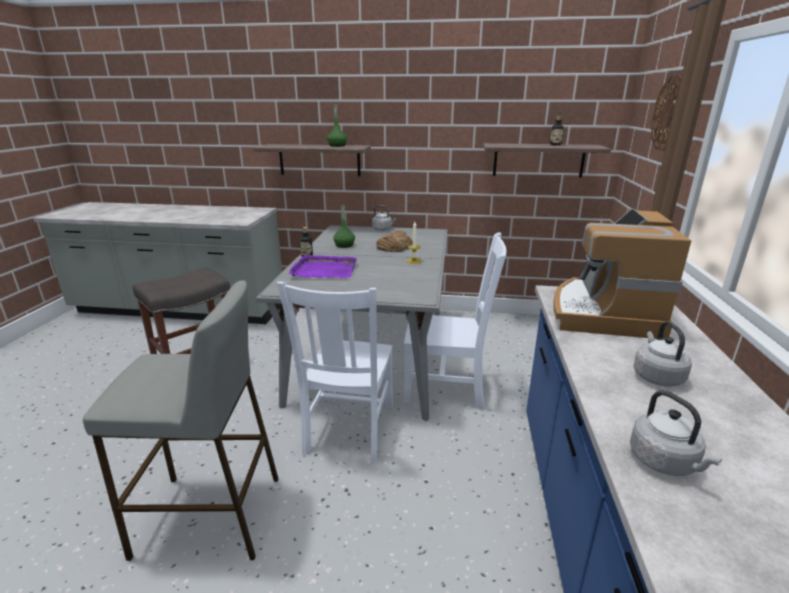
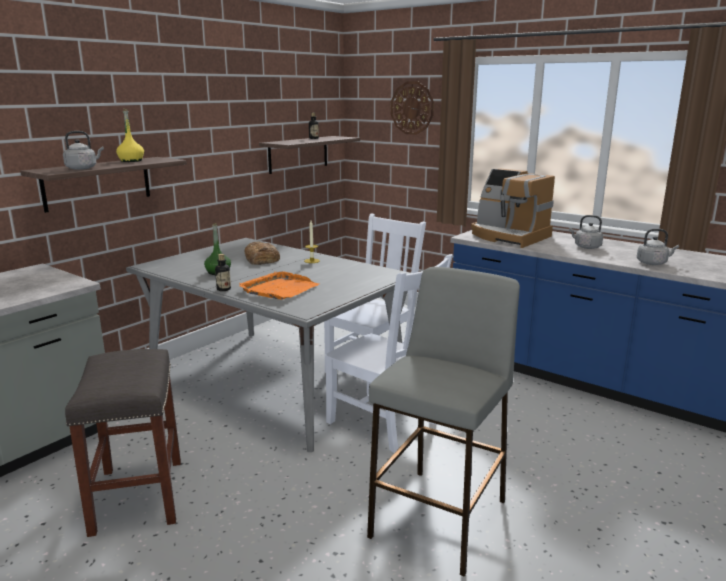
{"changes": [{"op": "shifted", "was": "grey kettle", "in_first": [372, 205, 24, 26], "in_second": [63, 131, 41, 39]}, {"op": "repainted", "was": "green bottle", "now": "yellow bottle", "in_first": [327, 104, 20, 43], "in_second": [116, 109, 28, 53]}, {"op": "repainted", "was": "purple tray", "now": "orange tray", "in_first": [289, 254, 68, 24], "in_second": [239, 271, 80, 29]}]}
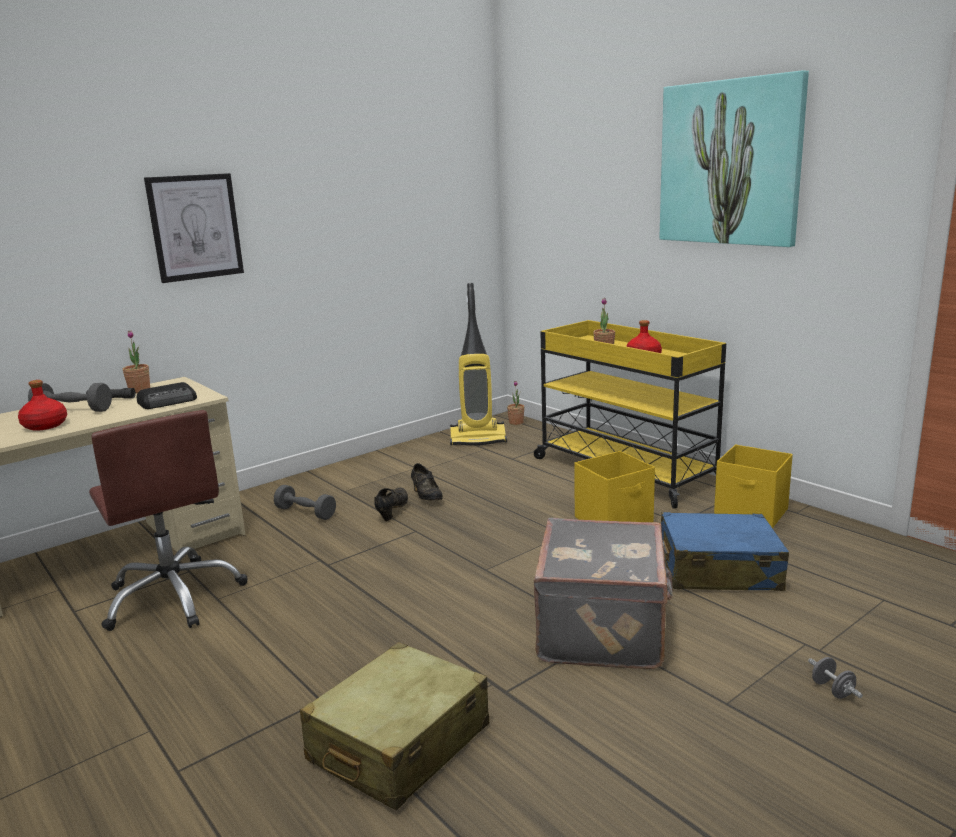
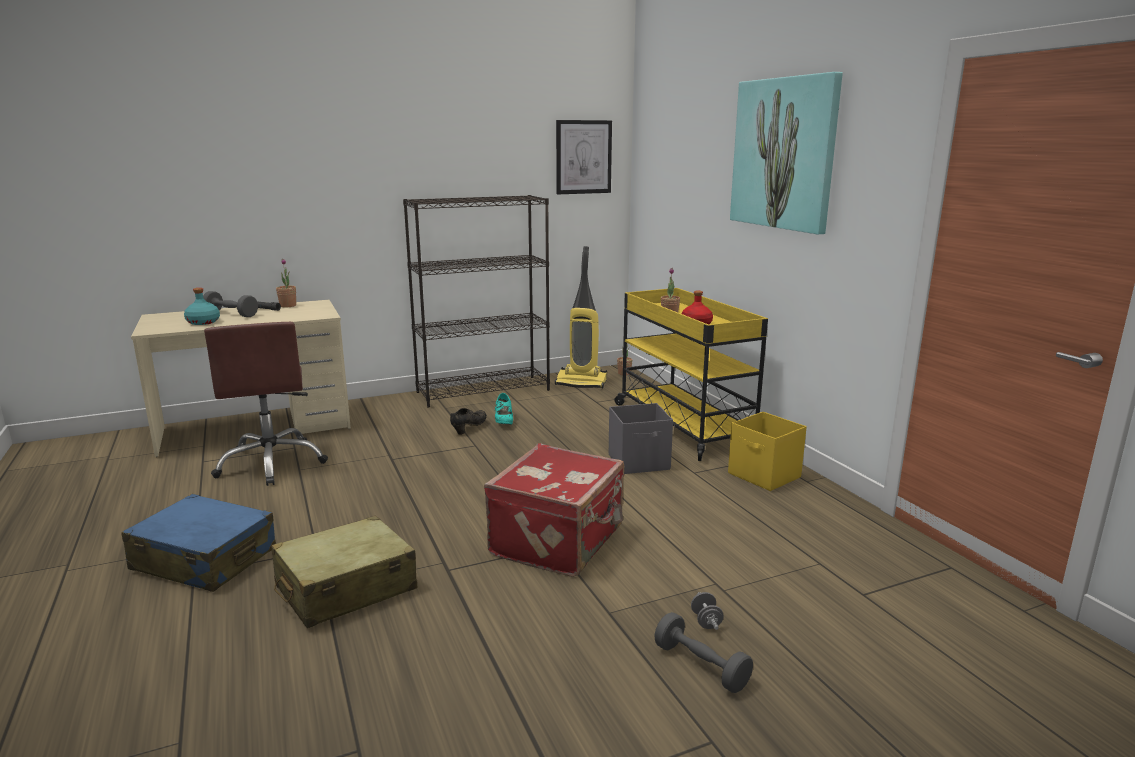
{"changes": [{"op": "shifted", "was": "blue suitcase", "in_first": [661, 512, 128, 79], "in_second": [121, 494, 155, 98]}, {"op": "repainted", "was": "red bottle", "now": "turquoise bottle", "in_first": [18, 380, 49, 51], "in_second": [184, 288, 36, 37]}, {"op": "new", "now": "black bookcase", "in_second": [403, 195, 147, 213]}, {"op": "repainted", "was": "grey suitcase", "now": "red suitcase", "in_first": [534, 518, 139, 151], "in_second": [484, 443, 140, 134]}, {"op": "repainted", "was": "black shoe", "now": "turquoise shoe", "in_first": [411, 463, 31, 37], "in_second": [495, 393, 18, 32]}, {"op": "shifted", "was": "picture", "in_first": [144, 173, 100, 110], "in_second": [556, 120, 56, 74]}, {"op": "repainted", "was": "yellow storage box", "now": "grey storage box", "in_first": [574, 451, 81, 71], "in_second": [609, 403, 64, 71]}, {"op": "shifted", "was": "grey dumbbell", "in_first": [274, 485, 62, 35], "in_second": [654, 612, 99, 81]}, {"op": "gone", "was": "radio", "in_first": [137, 382, 60, 27]}]}
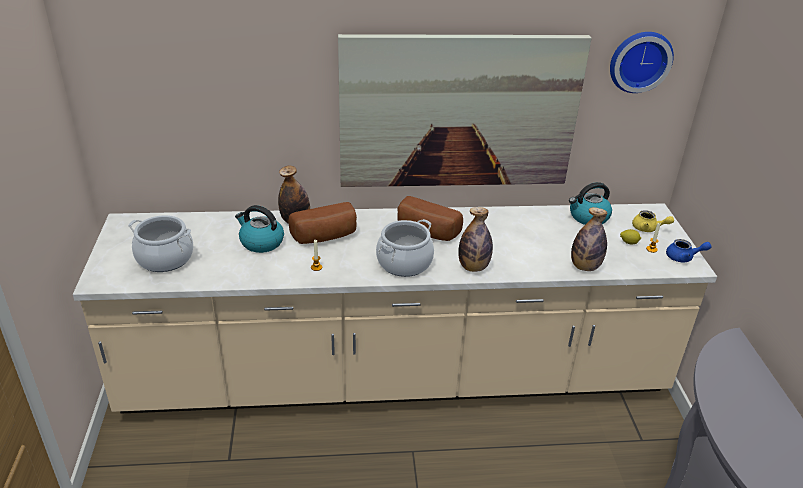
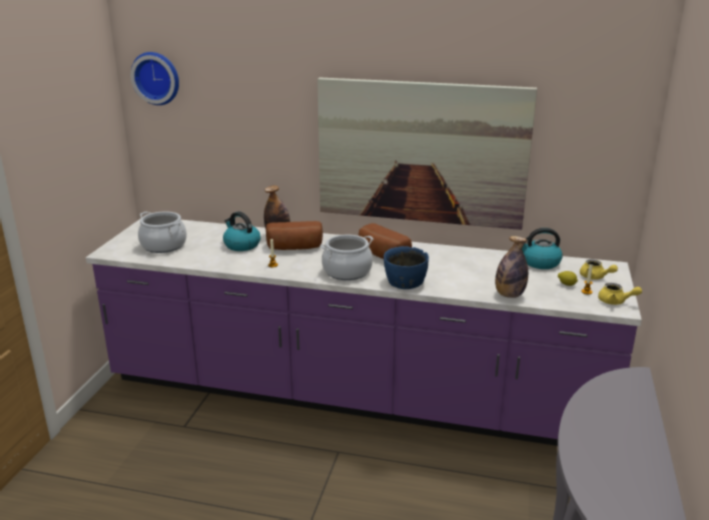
{"changes": [{"op": "repainted", "was": "beige counter", "now": "purple counter", "in_first": [73, 203, 644, 211], "in_second": [86, 219, 556, 227]}, {"op": "shifted", "was": "wall clock", "in_first": [610, 32, 64, 61], "in_second": [131, 52, 48, 53]}, {"op": "swapped", "was": "bottle", "now": "blue bowl", "in_first": [458, 207, 35, 65], "in_second": [384, 246, 45, 43]}, {"op": "repainted", "was": "blue teapot", "now": "yellow teapot", "in_first": [666, 239, 46, 23], "in_second": [598, 283, 44, 22]}]}
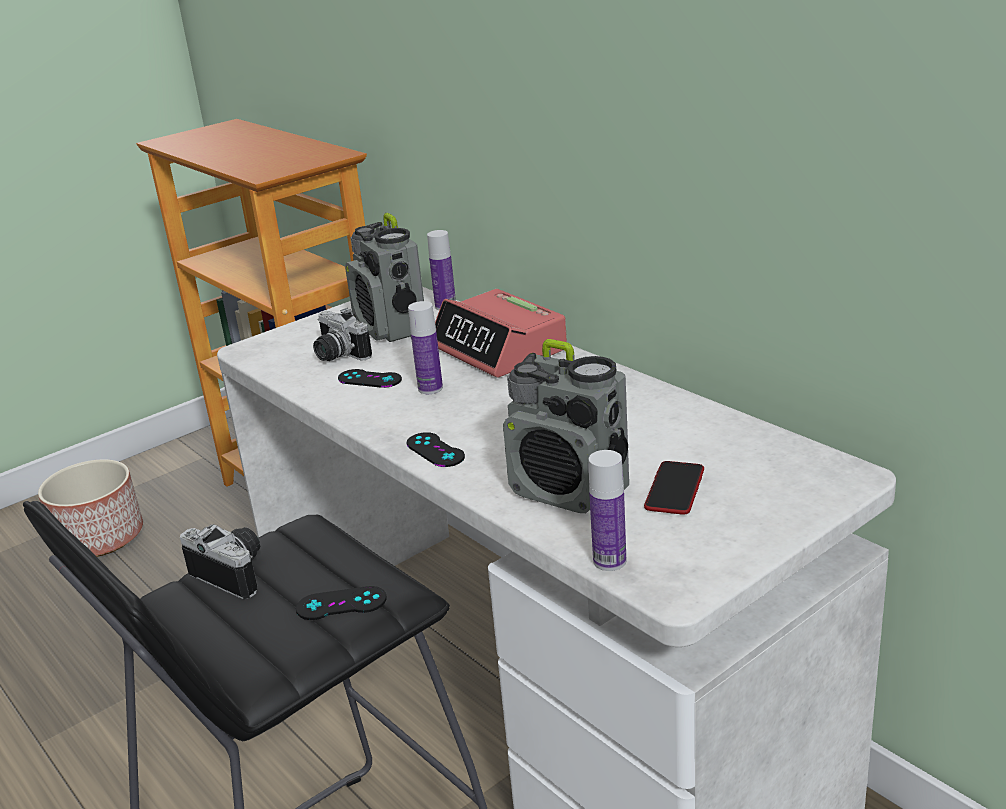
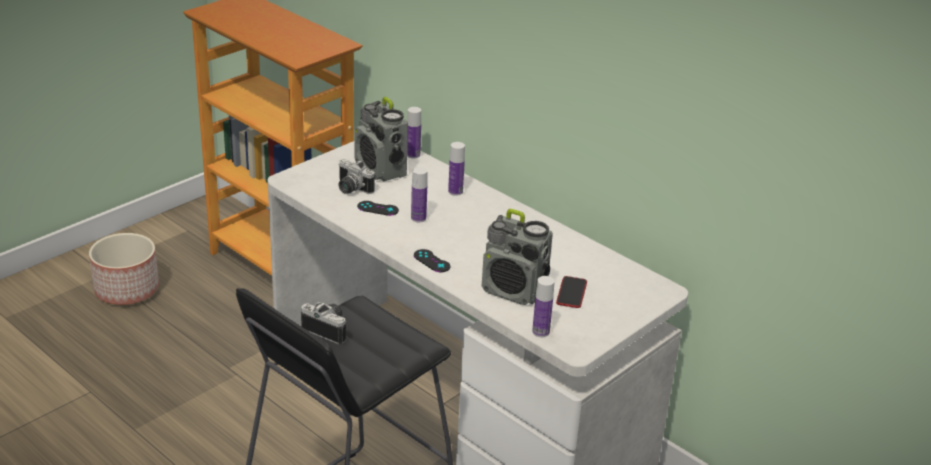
{"changes": [{"op": "swapped", "was": "alarm clock", "now": "bottle", "in_first": [435, 289, 132, 89], "in_second": [448, 142, 17, 54]}, {"op": "gone", "was": "black game controller", "in_first": [296, 586, 91, 34]}]}
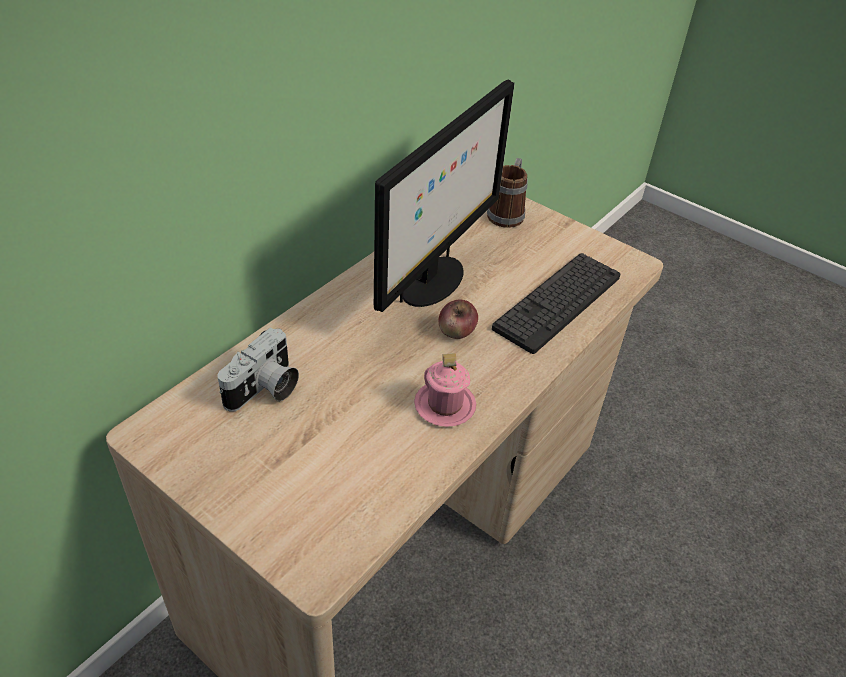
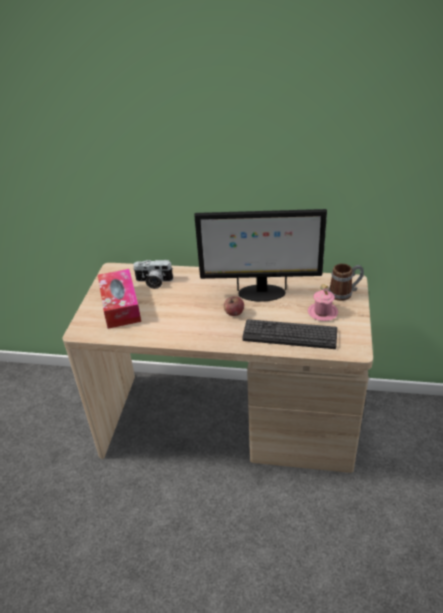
{"changes": [{"op": "new", "now": "tissue box", "in_second": [98, 269, 43, 60]}, {"op": "shifted", "was": "pink mug", "in_first": [414, 353, 62, 74], "in_second": [308, 284, 30, 37]}]}
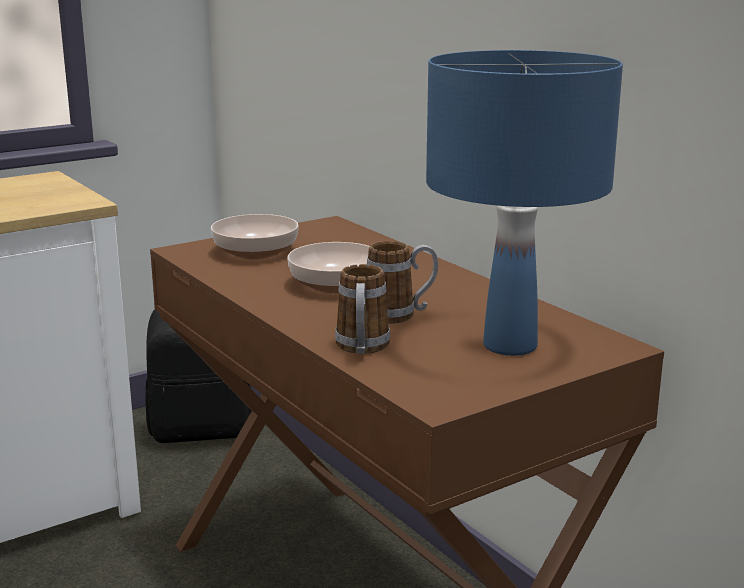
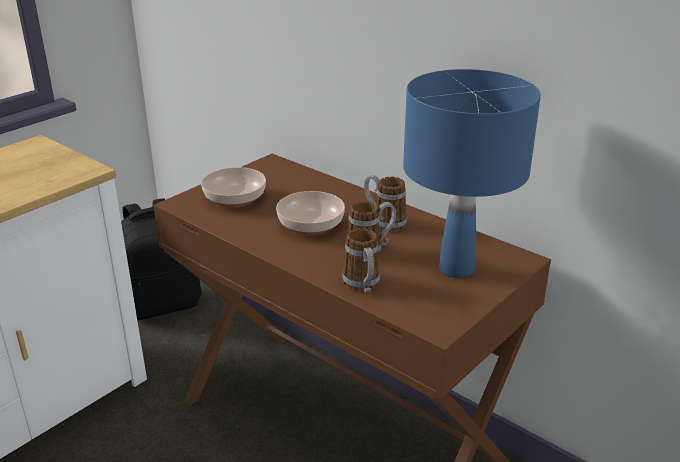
{"changes": [{"op": "new", "now": "mug", "in_second": [364, 175, 43, 57]}]}
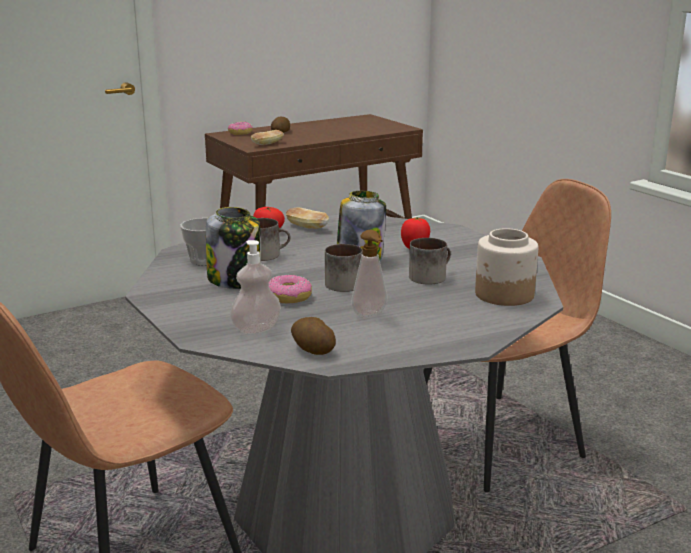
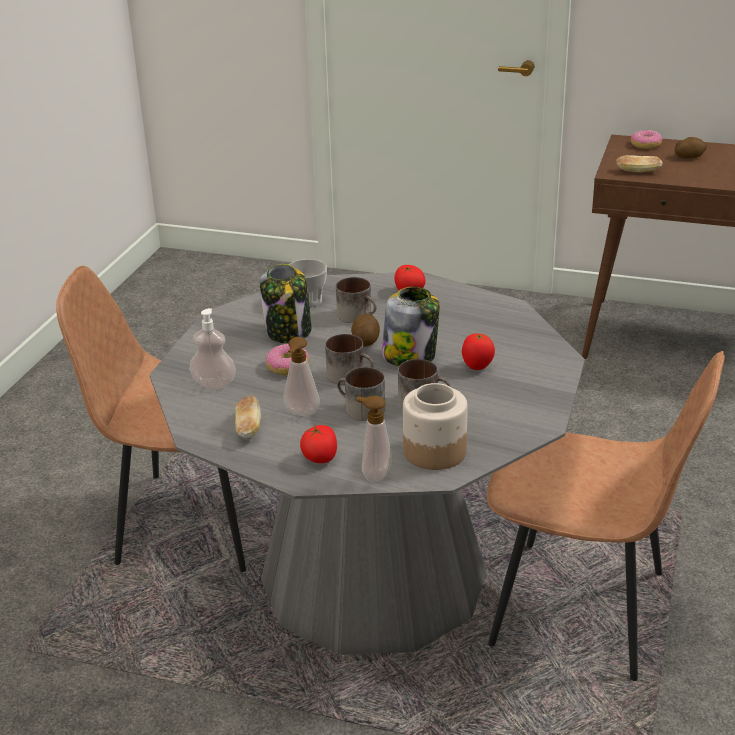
{"changes": [{"op": "shifted", "was": "bread", "in_first": [286, 207, 43, 21], "in_second": [235, 396, 26, 43]}, {"op": "new", "now": "tomato", "in_second": [300, 425, 37, 38]}, {"op": "new", "now": "mug", "in_second": [337, 367, 48, 54]}, {"op": "shifted", "was": "potato", "in_first": [291, 317, 45, 38], "in_second": [351, 314, 29, 33]}, {"op": "new", "now": "soap dispenser", "in_second": [356, 396, 36, 86]}]}
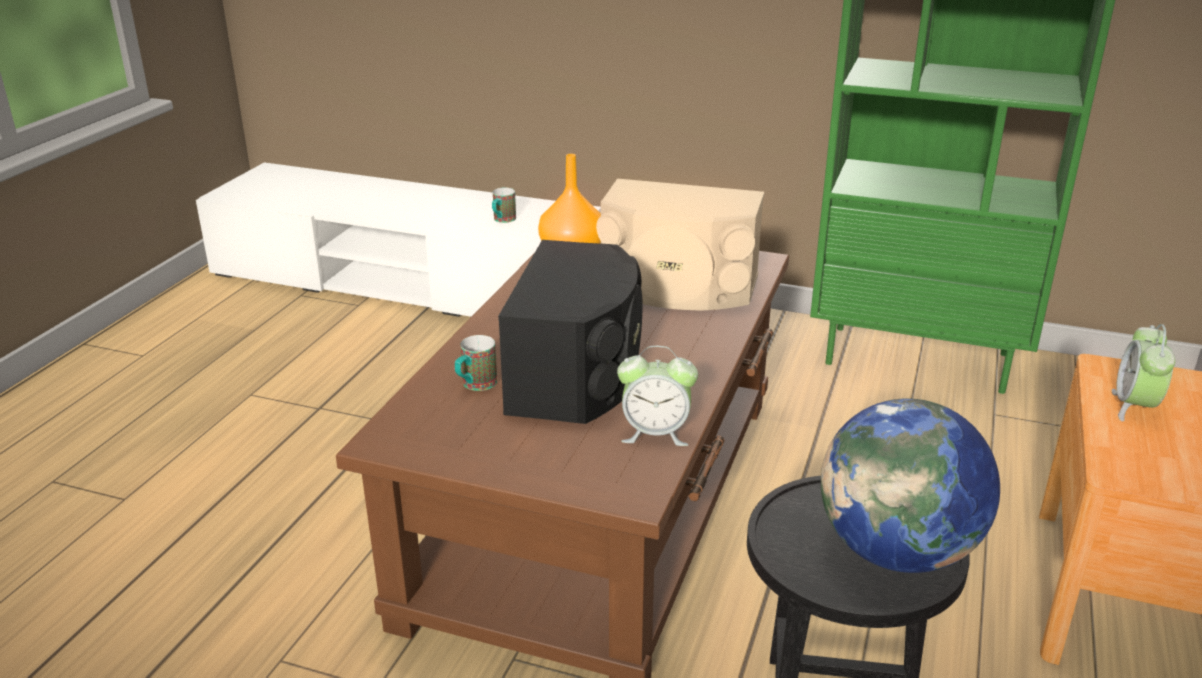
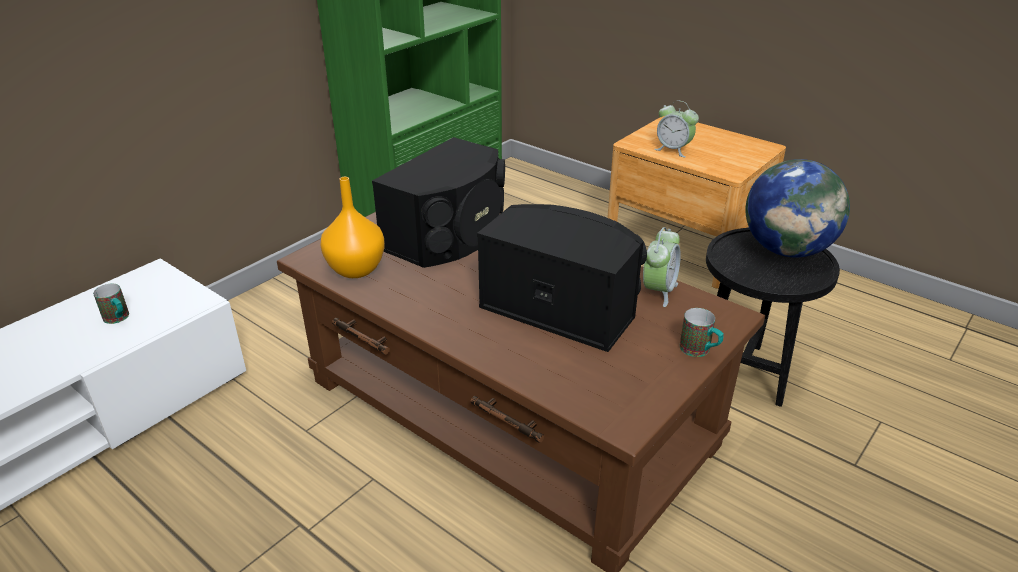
{"changes": [{"op": "repainted", "was": "beige speaker", "now": "black speaker", "in_first": [596, 179, 168, 131], "in_second": [372, 137, 133, 131]}, {"op": "shifted", "was": "mug", "in_first": [455, 335, 42, 56], "in_second": [680, 308, 44, 49]}]}
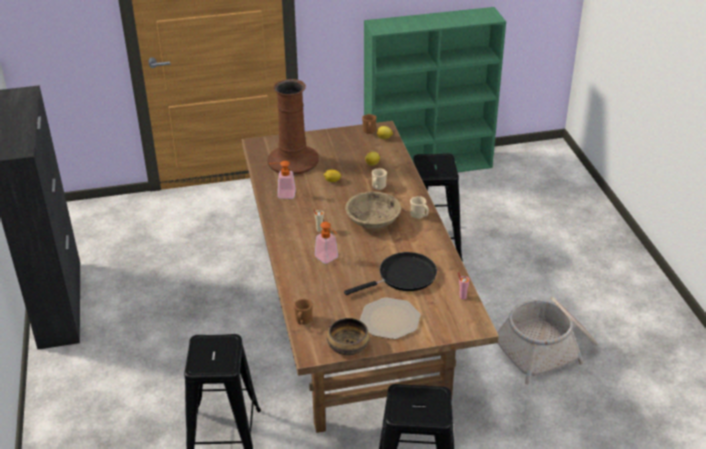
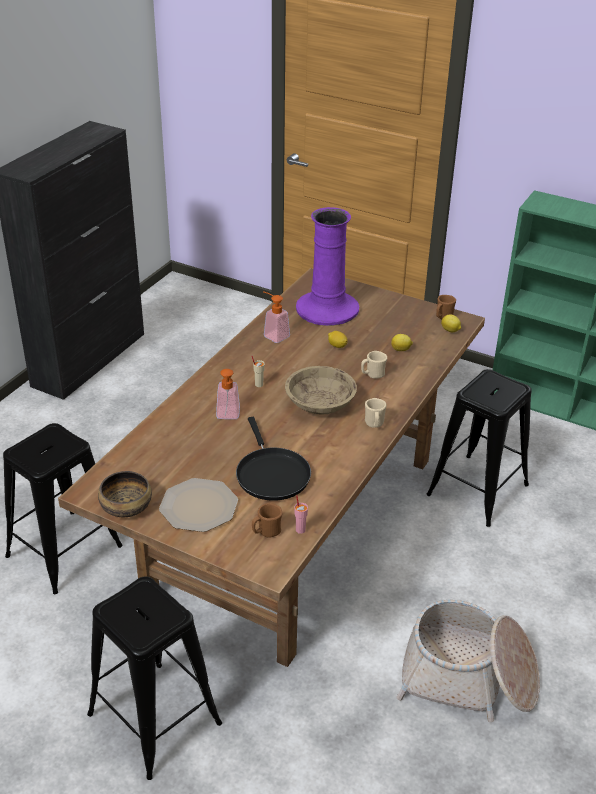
{"changes": [{"op": "rotated", "was": "black frying pan", "in_first": [344, 252, 93, 43], "in_second": [236, 417, 75, 84], "clockwise": 60}, {"op": "shifted", "was": "brown mug", "in_first": [294, 299, 19, 26], "in_second": [252, 503, 30, 35]}, {"op": "repainted", "was": "brown vase", "now": "purple vase", "in_first": [267, 79, 52, 96], "in_second": [296, 207, 63, 119]}]}
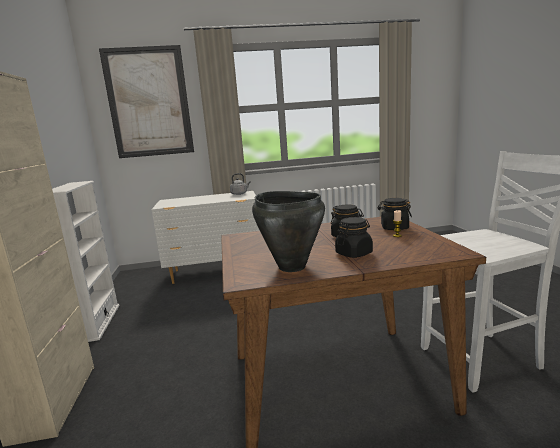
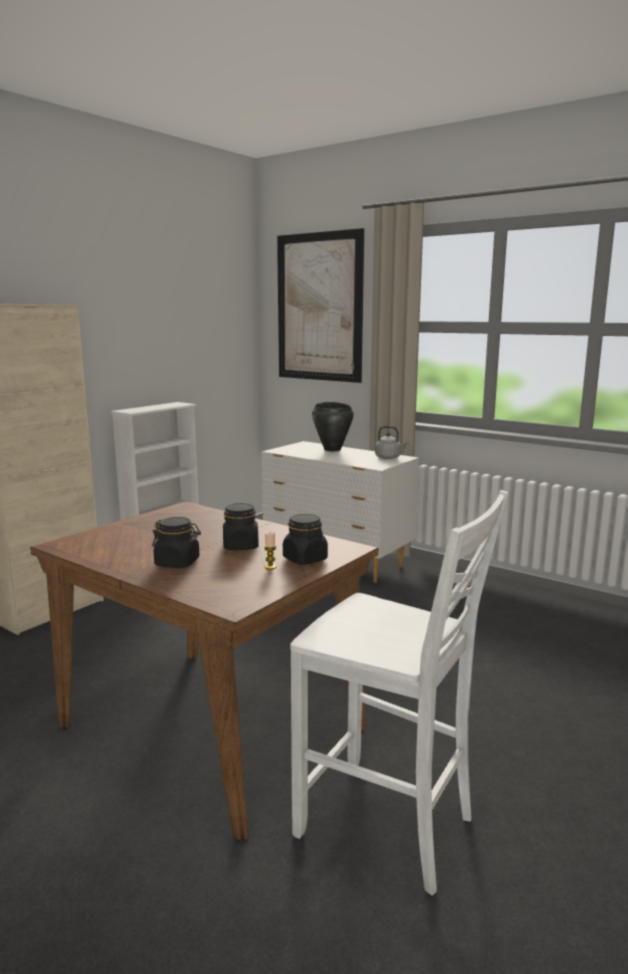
{"changes": [{"op": "shifted", "was": "black cooking pot", "in_first": [252, 191, 73, 81], "in_second": [312, 402, 42, 49]}]}
